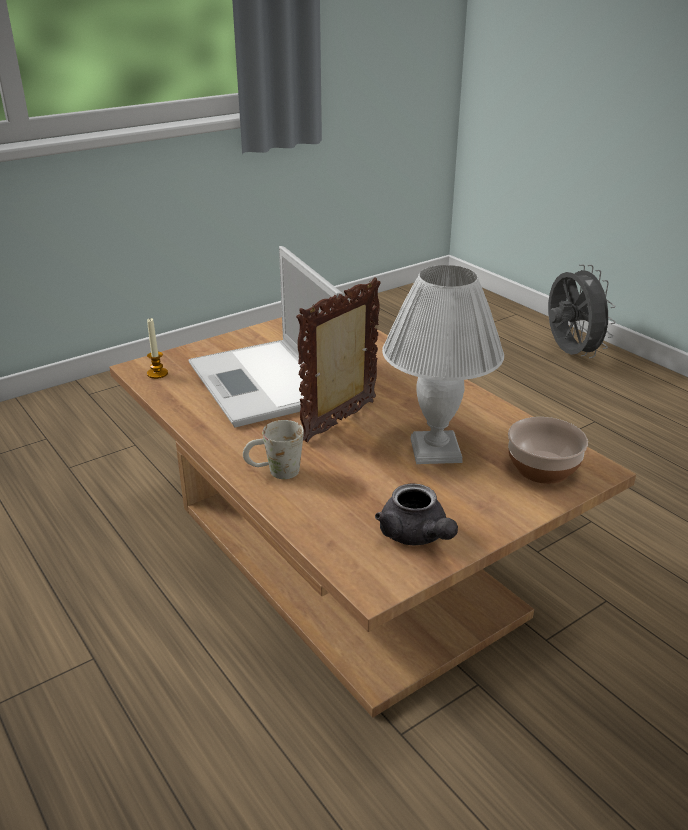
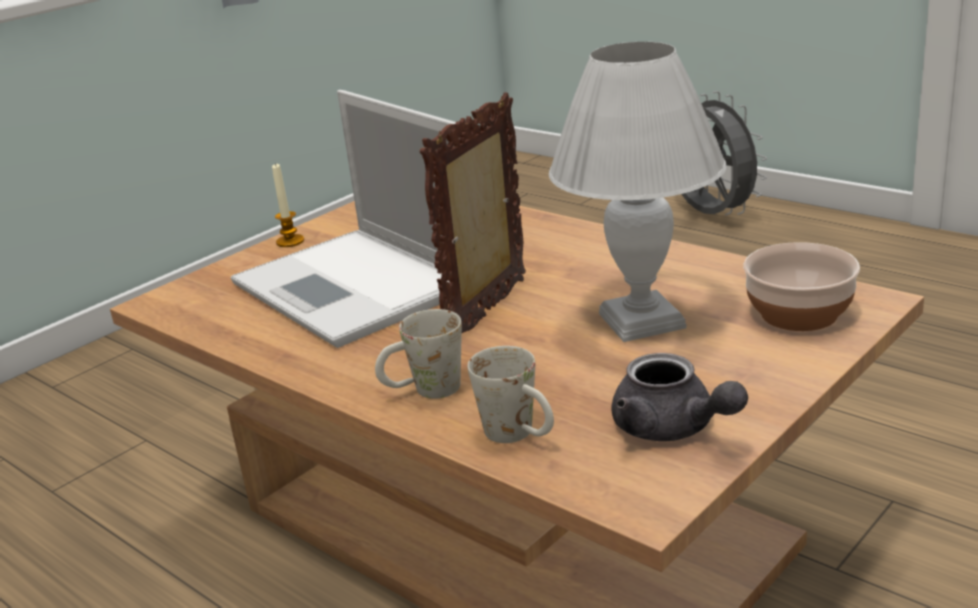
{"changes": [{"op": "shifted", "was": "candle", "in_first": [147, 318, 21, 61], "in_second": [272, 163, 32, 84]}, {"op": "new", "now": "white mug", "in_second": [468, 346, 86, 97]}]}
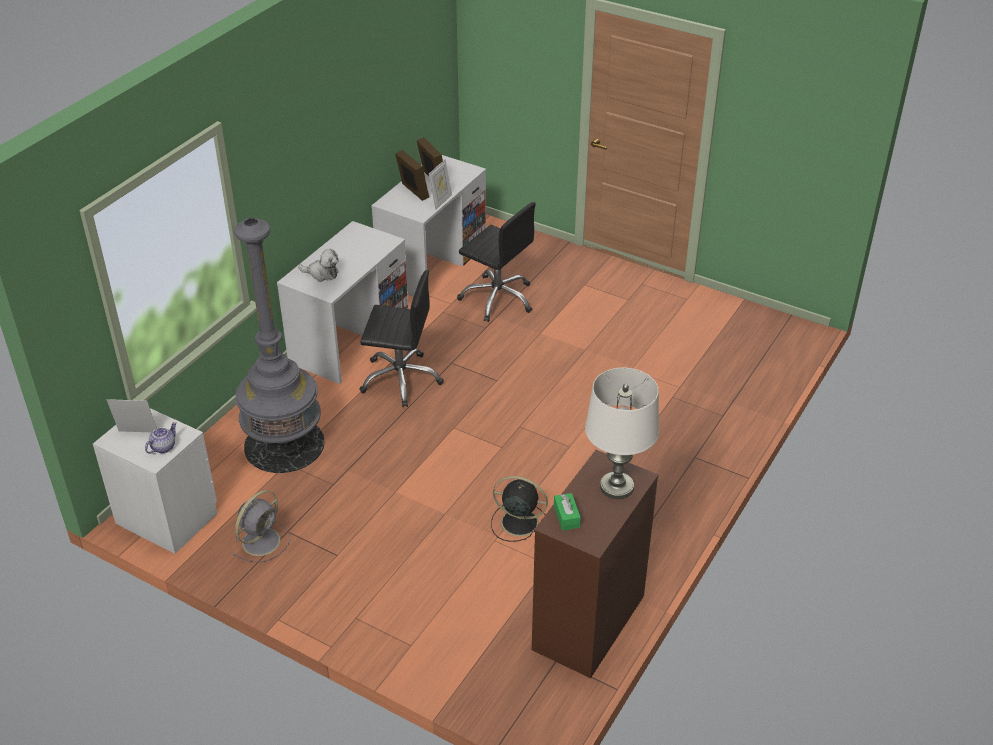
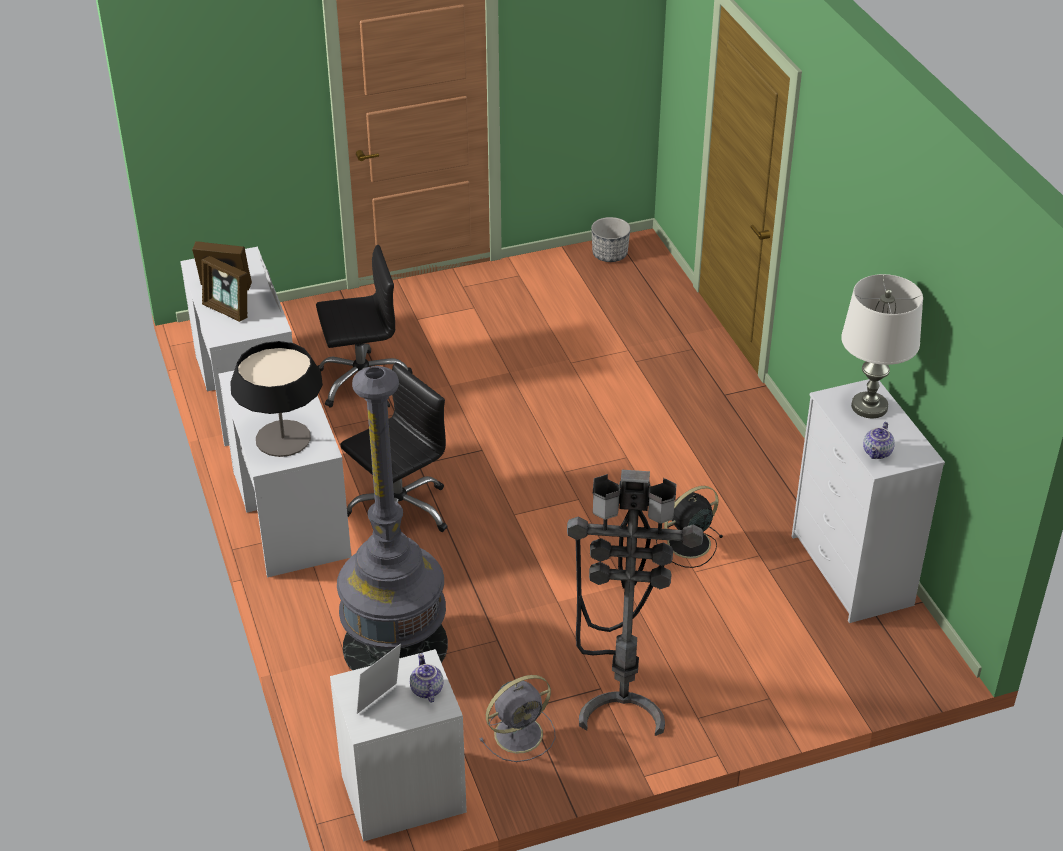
{"changes": [{"op": "rotated", "was": "picture frame", "in_first": [395, 150, 34, 51], "in_second": [201, 256, 47, 66], "clockwise": -150}, {"op": "swapped", "was": "plush toy", "now": "table lamp", "in_first": [298, 249, 41, 33], "in_second": [230, 341, 93, 116]}, {"op": "rotated", "was": "grey fan", "in_first": [233, 490, 57, 73], "in_second": [479, 675, 76, 87], "clockwise": 75}, {"op": "new", "now": "grey floor lamp", "in_second": [567, 470, 136, 266]}, {"op": "new", "now": "planter", "in_second": [591, 217, 39, 45]}, {"op": "repainted", "was": "brown dresser", "now": "white dresser", "in_first": [532, 450, 127, 228], "in_second": [791, 379, 154, 244]}, {"op": "swapped", "was": "green tissue box", "now": "teapot", "in_first": [554, 493, 27, 38], "in_second": [863, 422, 32, 37]}]}
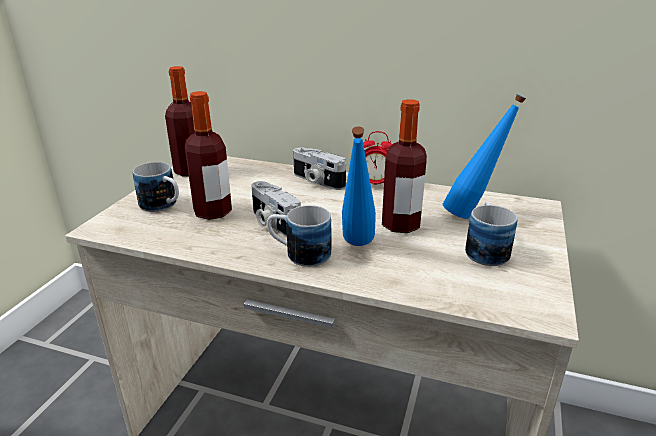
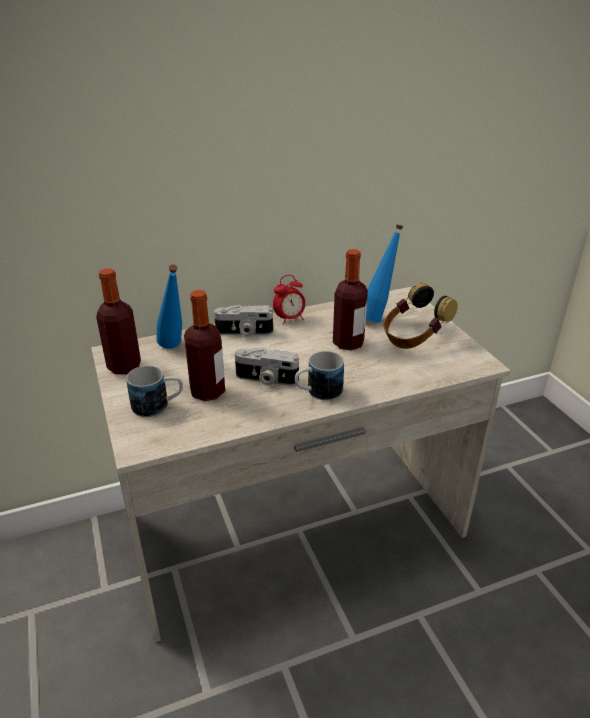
{"changes": [{"op": "shifted", "was": "blue bottle", "in_first": [342, 126, 34, 120], "in_second": [156, 264, 26, 85]}, {"op": "swapped", "was": "mug", "now": "headphones", "in_first": [465, 201, 52, 65], "in_second": [383, 283, 75, 66]}]}
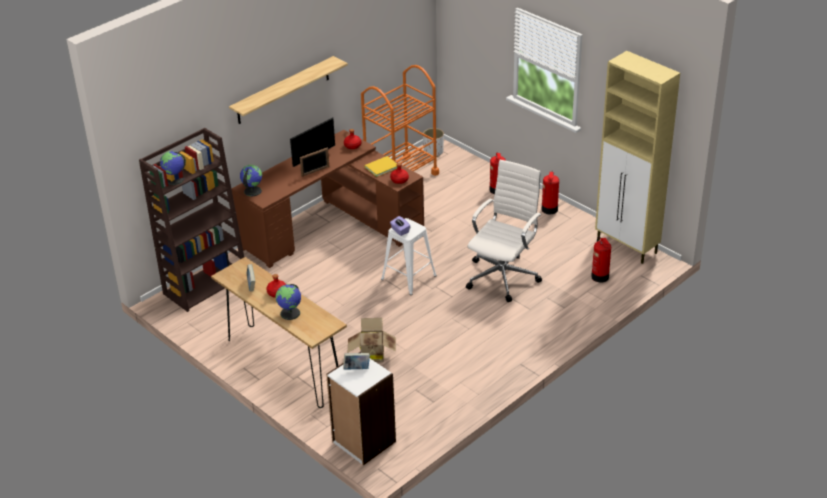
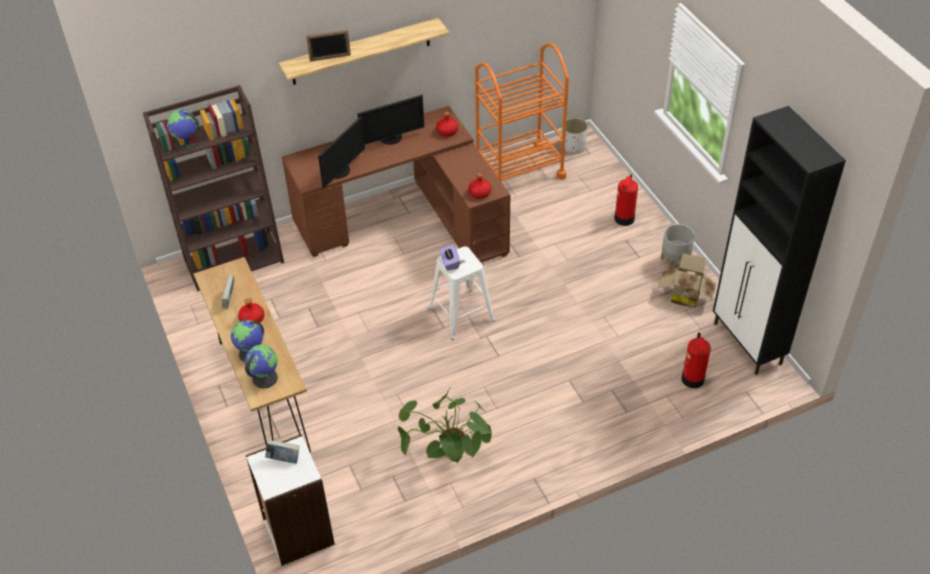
{"changes": [{"op": "shifted", "was": "globe", "in_first": [240, 165, 22, 31], "in_second": [245, 345, 33, 43]}, {"op": "shifted", "was": "picture frame", "in_first": [300, 147, 29, 30], "in_second": [306, 30, 45, 31]}, {"op": "new", "now": "monitor", "in_second": [318, 116, 47, 72]}, {"op": "new", "now": "potted plant", "in_second": [398, 387, 94, 76]}, {"op": "shifted", "was": "cardboard box", "in_first": [348, 318, 48, 45], "in_second": [658, 253, 59, 55]}, {"op": "swapped", "was": "fire extinguisher", "now": "grey planter", "in_first": [542, 171, 17, 43], "in_second": [661, 224, 34, 46]}, {"op": "repainted", "was": "beige cabinet", "now": "black cabinet", "in_first": [595, 51, 85, 213], "in_second": [713, 106, 133, 269]}, {"op": "gone", "was": "yellow book", "in_first": [364, 156, 33, 21]}, {"op": "gone", "was": "white office chair", "in_first": [466, 160, 76, 142]}]}
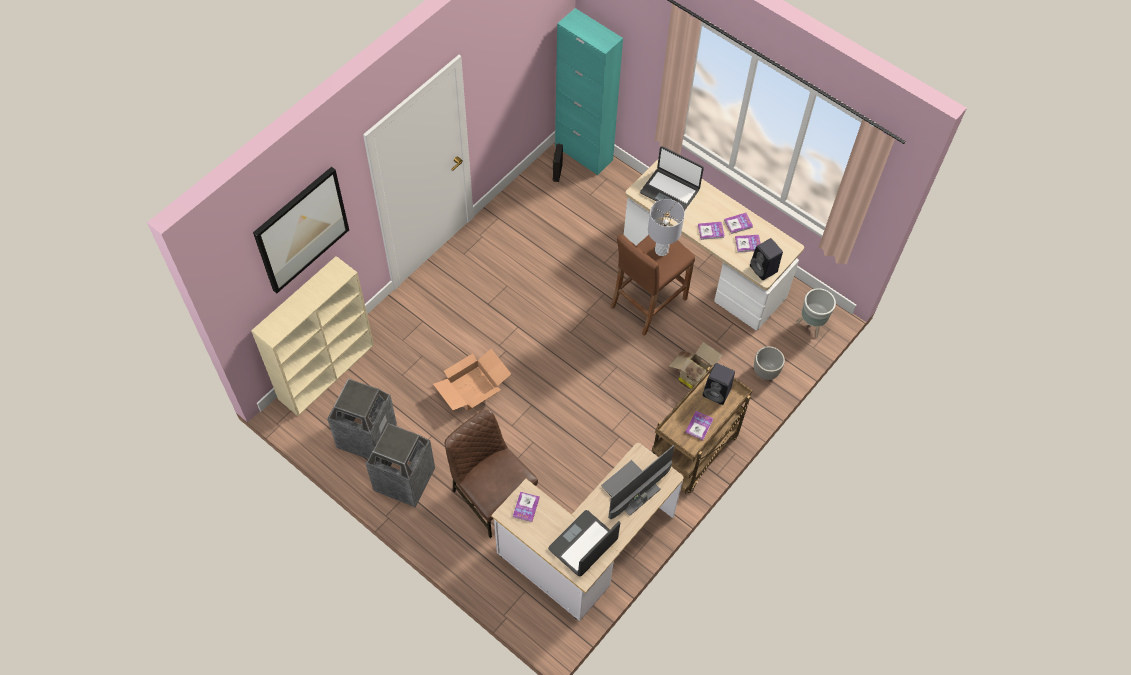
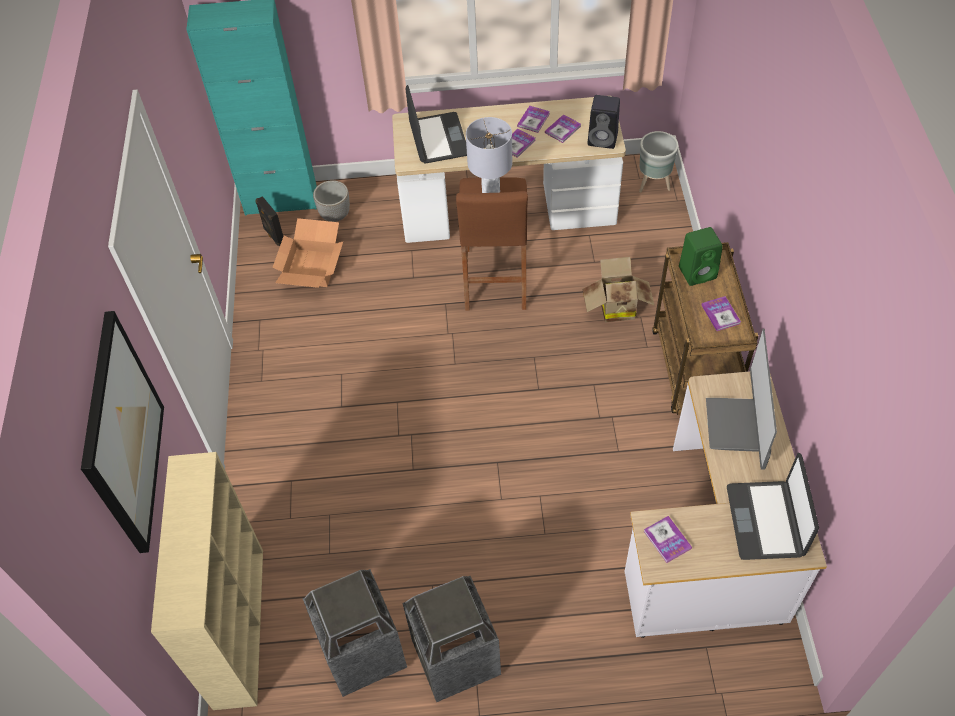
{"changes": [{"op": "shifted", "was": "cardboard box", "in_first": [433, 349, 78, 62], "in_second": [272, 218, 71, 70]}, {"op": "shifted", "was": "planter", "in_first": [754, 346, 31, 34], "in_second": [313, 180, 37, 42]}, {"op": "rotated", "was": "laptop", "in_first": [640, 146, 64, 65], "in_second": [405, 85, 62, 79], "clockwise": -90}, {"op": "repainted", "was": "black speaker", "now": "green speaker", "in_first": [703, 363, 32, 42], "in_second": [679, 227, 44, 59]}, {"op": "gone", "was": "brown chair", "in_first": [445, 410, 93, 128]}]}
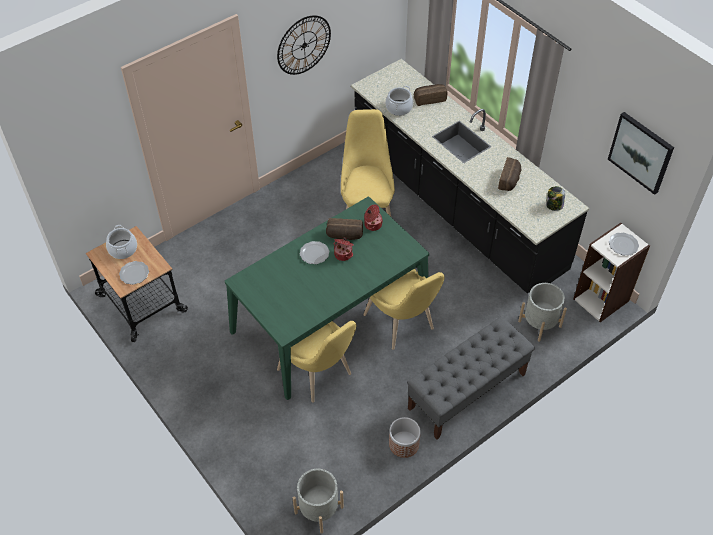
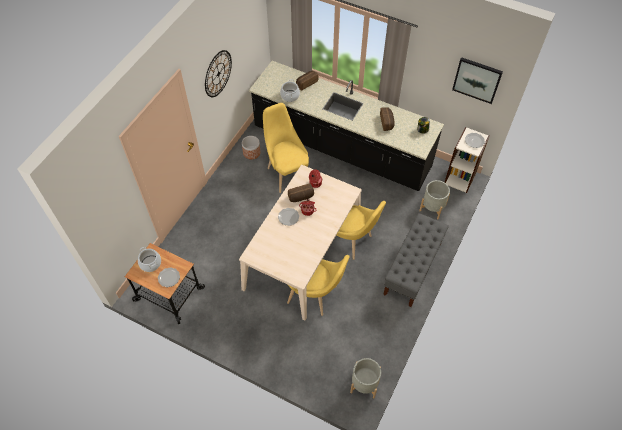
{"changes": [{"op": "repainted", "was": "green dining table", "now": "beige dining table", "in_first": [225, 197, 204, 203], "in_second": [239, 165, 123, 156]}, {"op": "shifted", "was": "planter", "in_first": [389, 417, 32, 41], "in_second": [242, 136, 19, 23]}]}
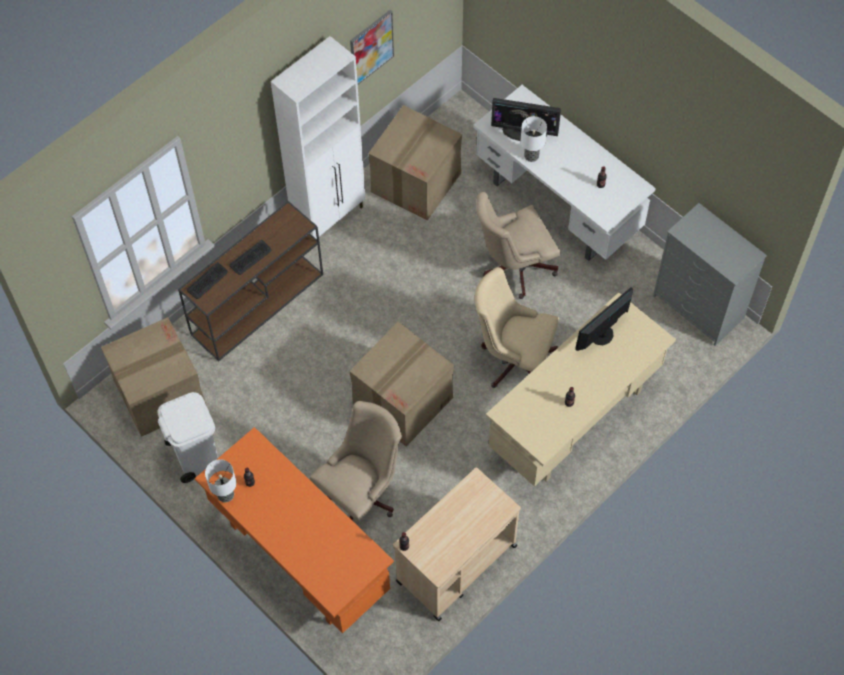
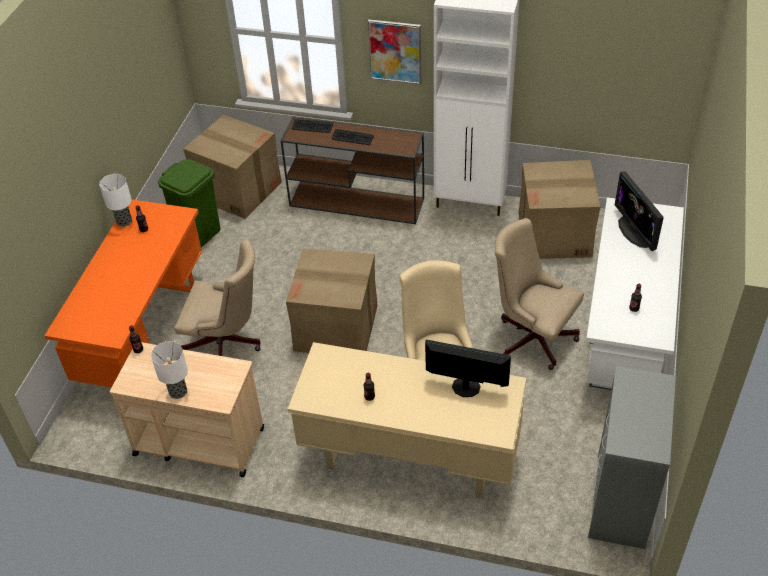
{"changes": [{"op": "shifted", "was": "table lamp", "in_first": [521, 116, 26, 46], "in_second": [151, 341, 37, 58]}, {"op": "repainted", "was": "white trash can", "now": "green trash can", "in_first": [157, 392, 61, 91], "in_second": [158, 159, 63, 88]}, {"op": "shifted", "was": "picture", "in_first": [350, 10, 44, 74], "in_second": [368, 19, 53, 66]}]}
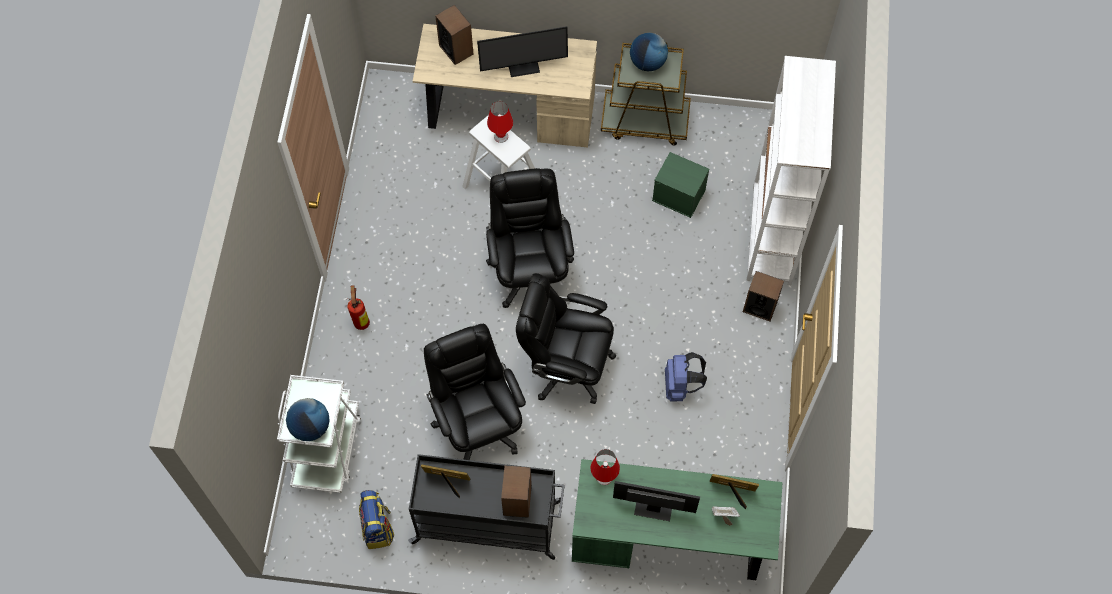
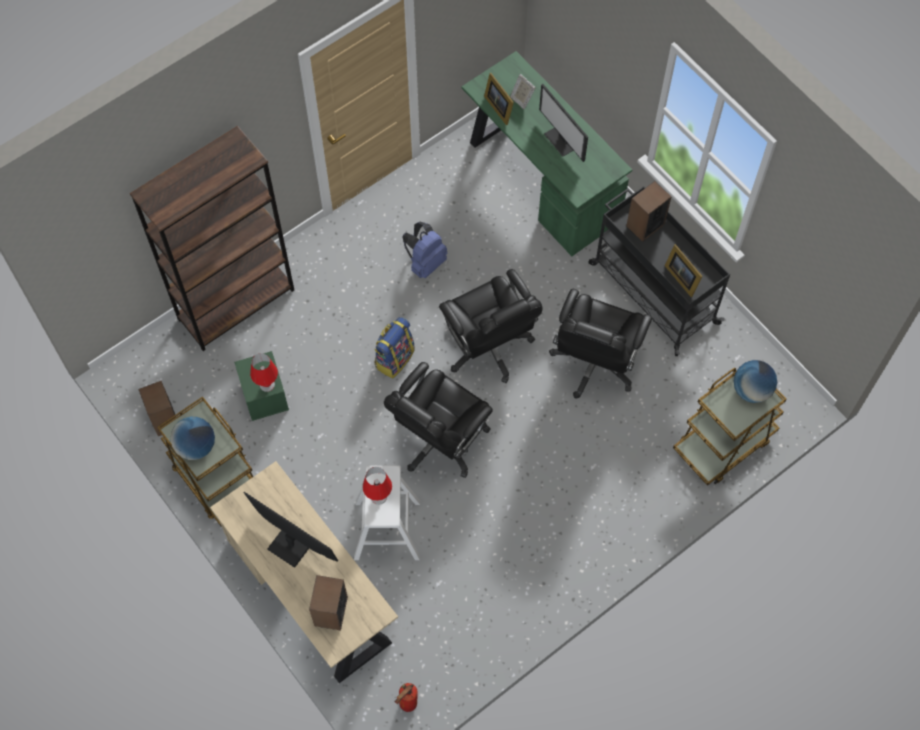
{"changes": [{"op": "repainted", "was": "white bookcase", "now": "brown bookcase", "in_first": [746, 56, 90, 229], "in_second": [130, 126, 164, 225]}, {"op": "shifted", "was": "speaker", "in_first": [743, 271, 41, 50], "in_second": [138, 381, 38, 55]}, {"op": "shifted", "was": "red table lamp", "in_first": [591, 449, 29, 36], "in_second": [250, 353, 28, 39]}, {"op": "shifted", "was": "backpack", "in_first": [359, 490, 35, 59], "in_second": [375, 317, 40, 62]}, {"op": "shifted", "was": "fire extinguisher", "in_first": [347, 285, 23, 45], "in_second": [395, 683, 23, 29]}, {"op": "repainted", "was": "white cart", "now": "brown cart", "in_first": [277, 375, 84, 118], "in_second": [673, 368, 114, 118]}]}
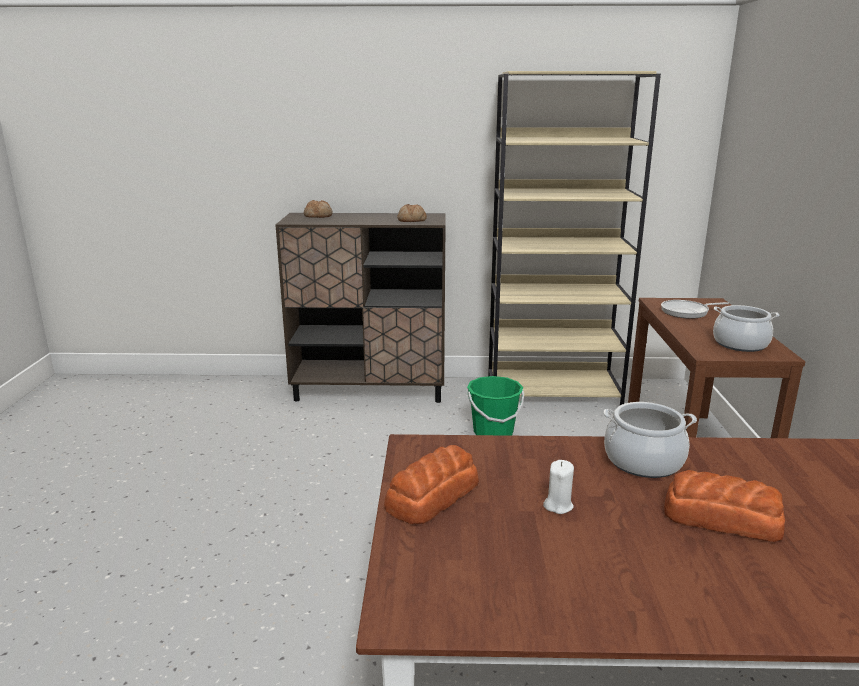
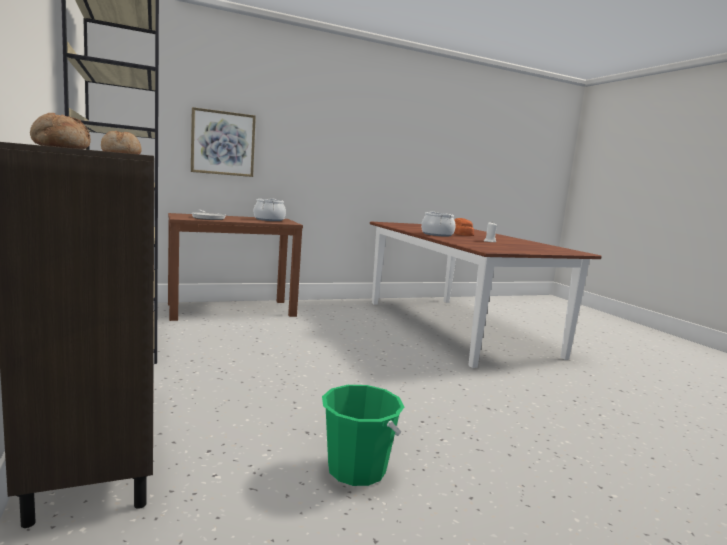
{"changes": [{"op": "new", "now": "picture", "in_second": [191, 107, 65, 70]}, {"op": "shifted", "was": "green bucket", "in_first": [467, 376, 57, 60], "in_second": [322, 385, 82, 101]}, {"op": "gone", "was": "bread", "in_first": [384, 445, 95, 79]}]}
